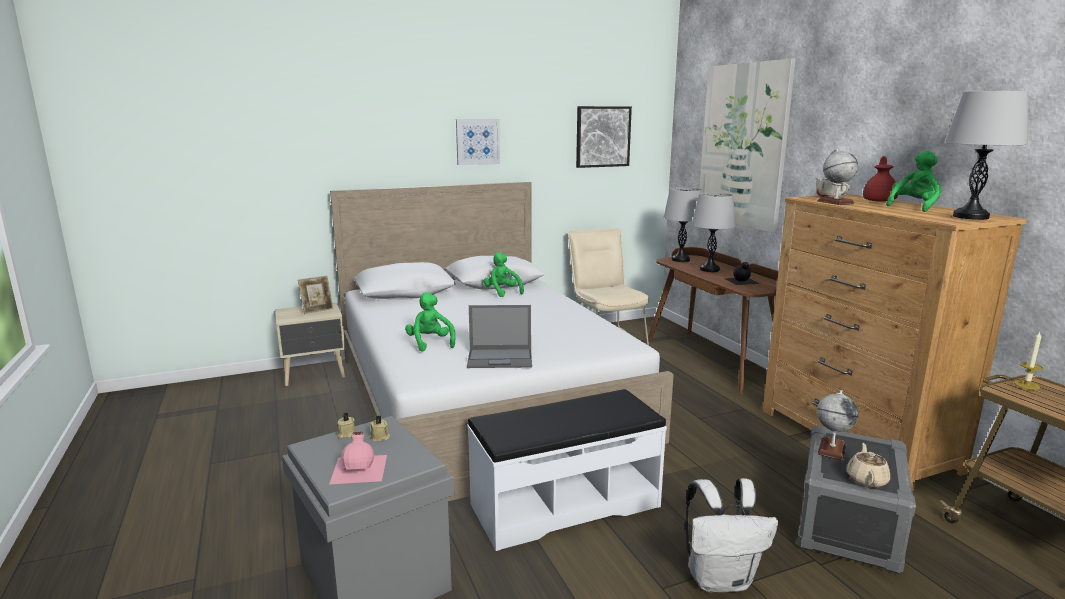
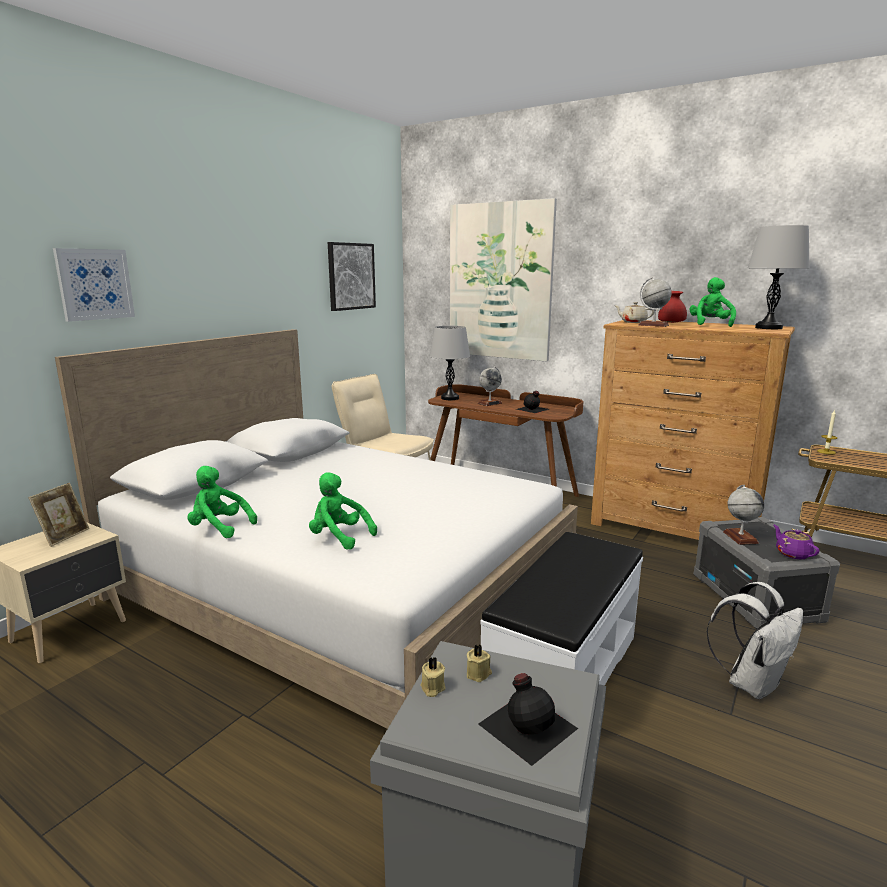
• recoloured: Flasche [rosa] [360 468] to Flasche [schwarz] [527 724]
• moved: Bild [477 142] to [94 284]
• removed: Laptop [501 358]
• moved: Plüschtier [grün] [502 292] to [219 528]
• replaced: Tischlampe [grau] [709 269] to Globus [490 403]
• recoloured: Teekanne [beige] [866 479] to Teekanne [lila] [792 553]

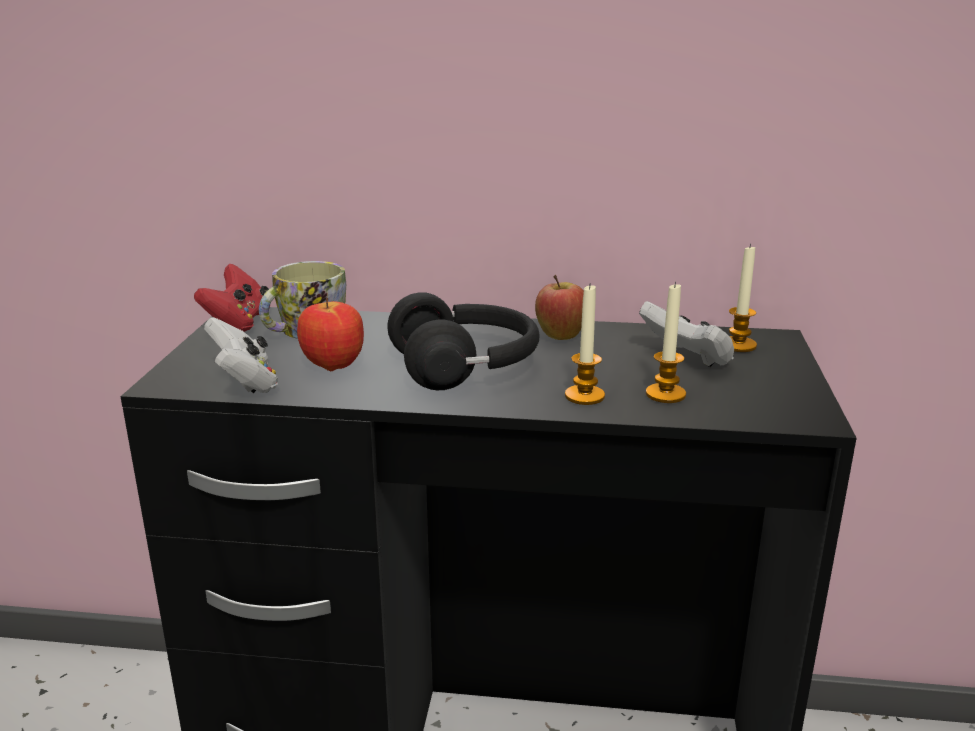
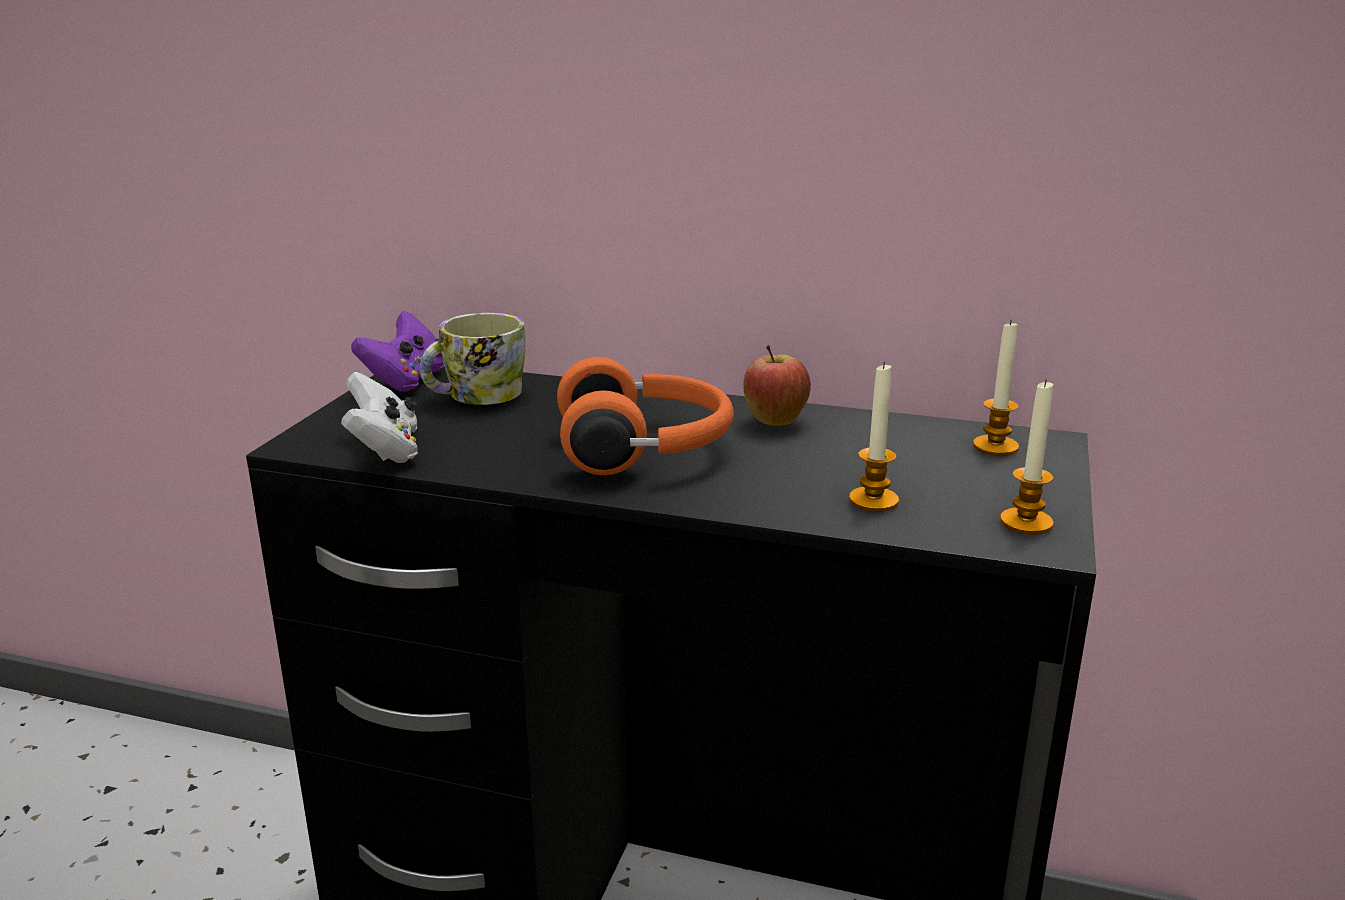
• recoloured: Gamepad [rot] [238 323] to Gamepad [lila] [406 380]
• removed: Apfel [332 367]
• recoloured: Kopfhörer [schwarz] [467 367] to Kopfhörer [orange] [646 450]
• moved: Kerze [584 396] to [1026 523]
• removed: Gamepad [weiß] [687 360]

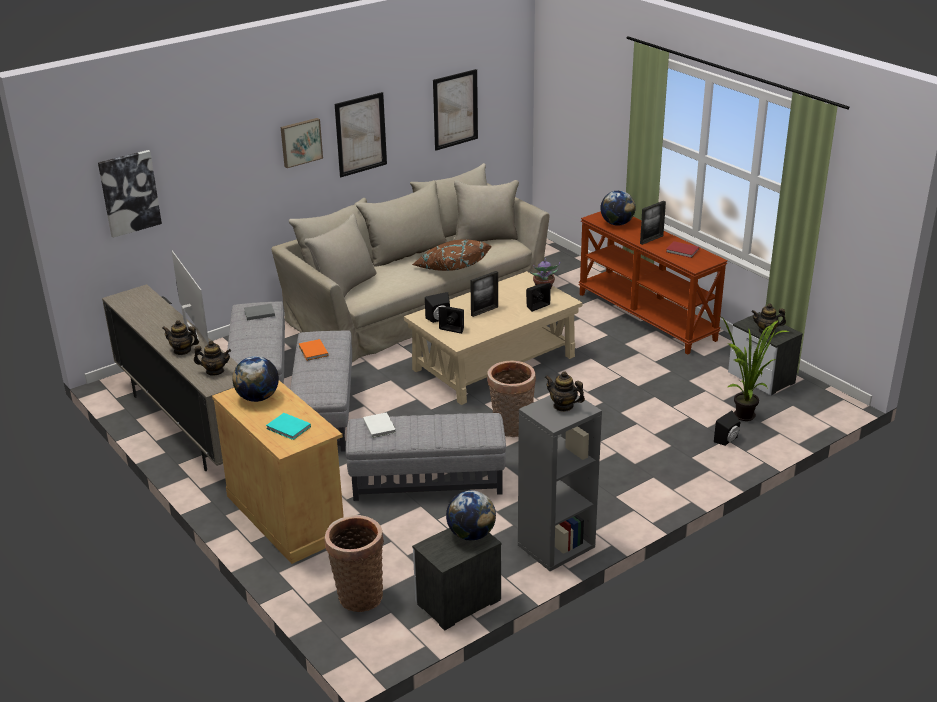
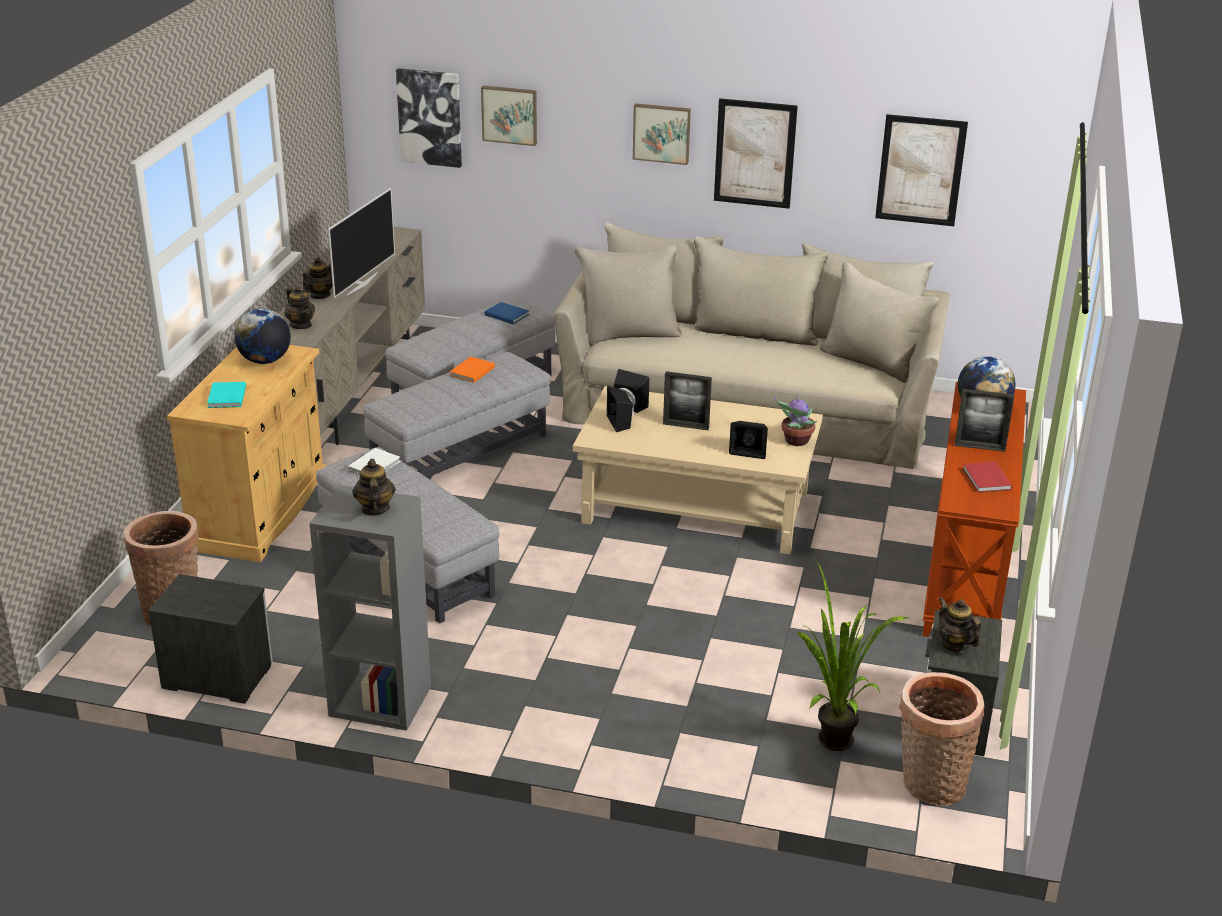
• turned: Teekanne [182 350] = [320 295] 60 degrees clockwise
• recoloured: Buch [grau] [258 313] to Buch [blau] [506 314]
• removed: Kissen [braun] [451 267]
• removed: Globus [471 534]
• moved: Korb [511 428] to [929 784]
• removed: Lautsprecher [schwarz] [727 440]
• added: Bild [510 114]

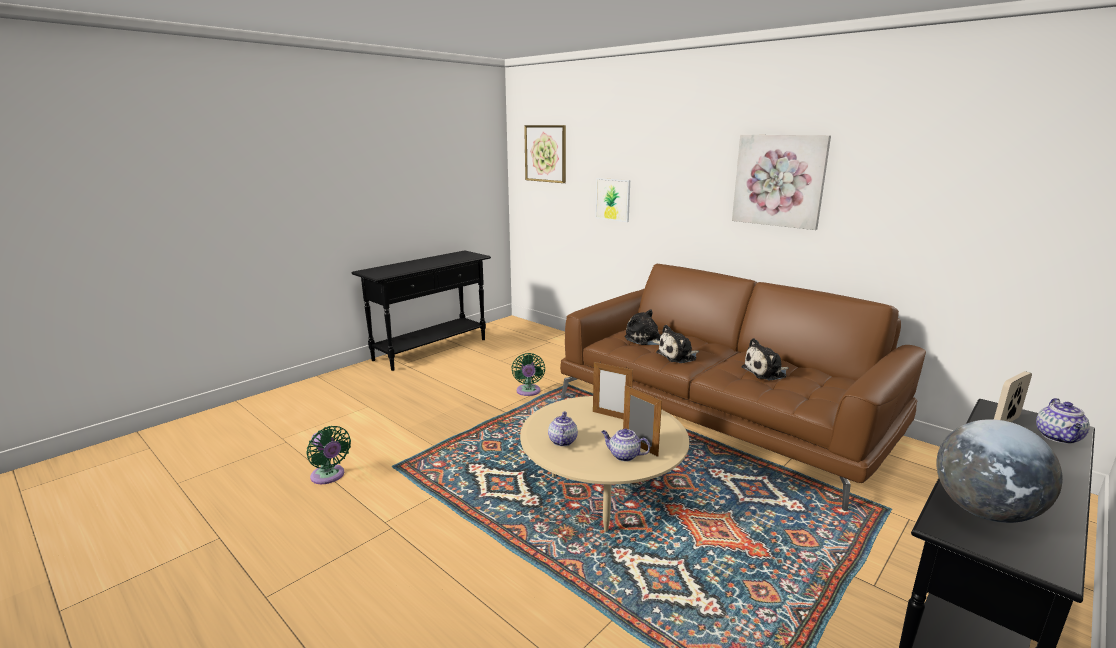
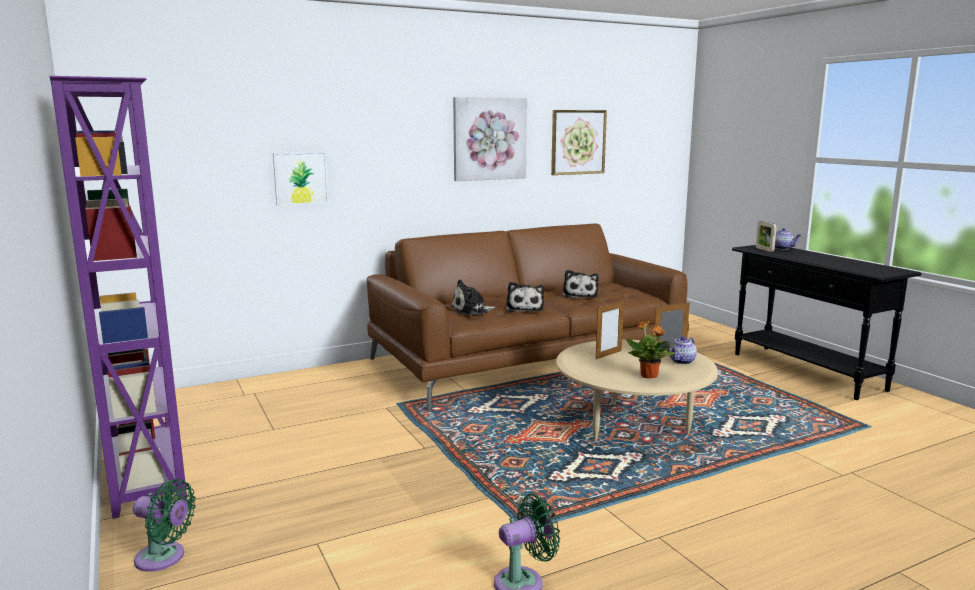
• replaced: Konsolentisch [schwarz] [431 349] to Bücherregal [lila] [149 474]
• moved: Ventilator [grün] [528 392] to [164 558]
• moved: Bild [545 153] to [578 142]
• replaced: Teekanne [562 441] to Topfpflanze [649 376]
• removed: Globus [984 511]

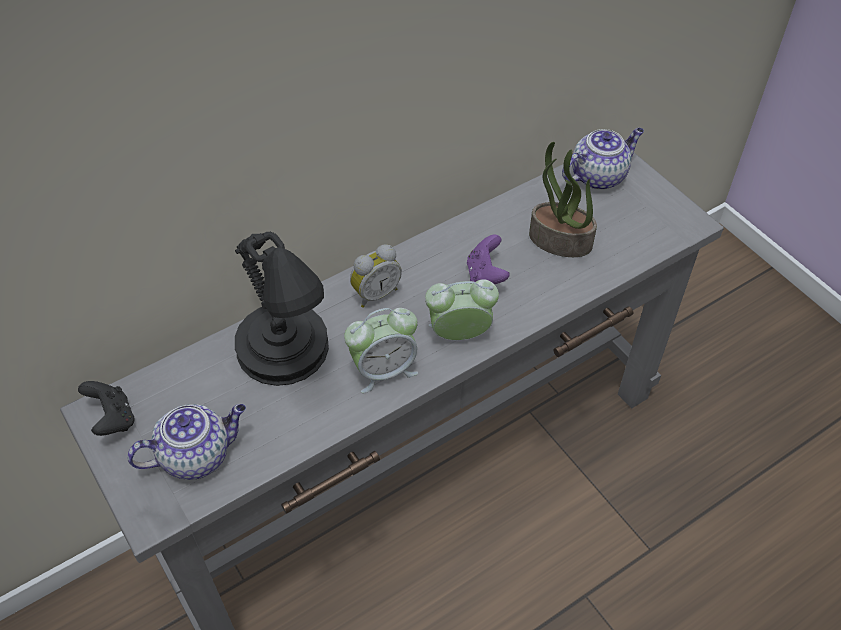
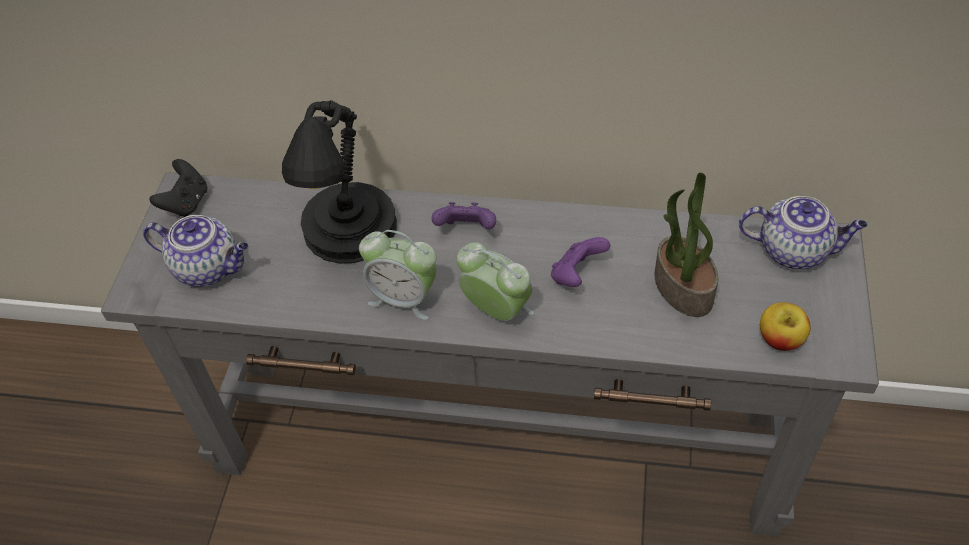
• replaced: Wecker [375 293] to Gamepad [lila] [466 230]
• added: Apfel [780 339]

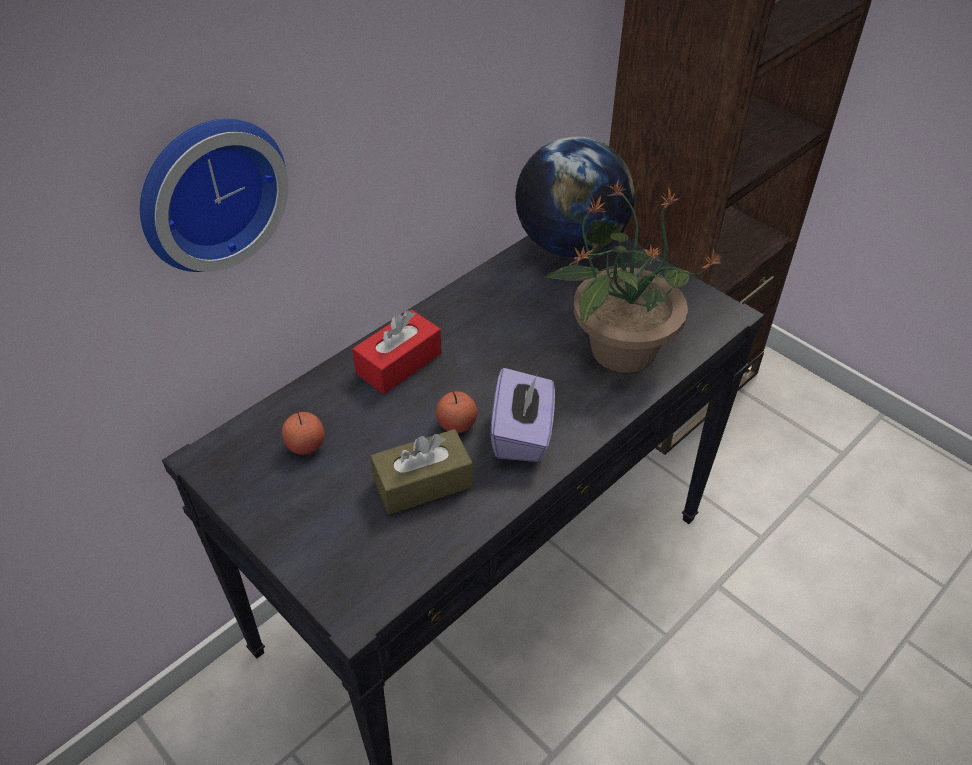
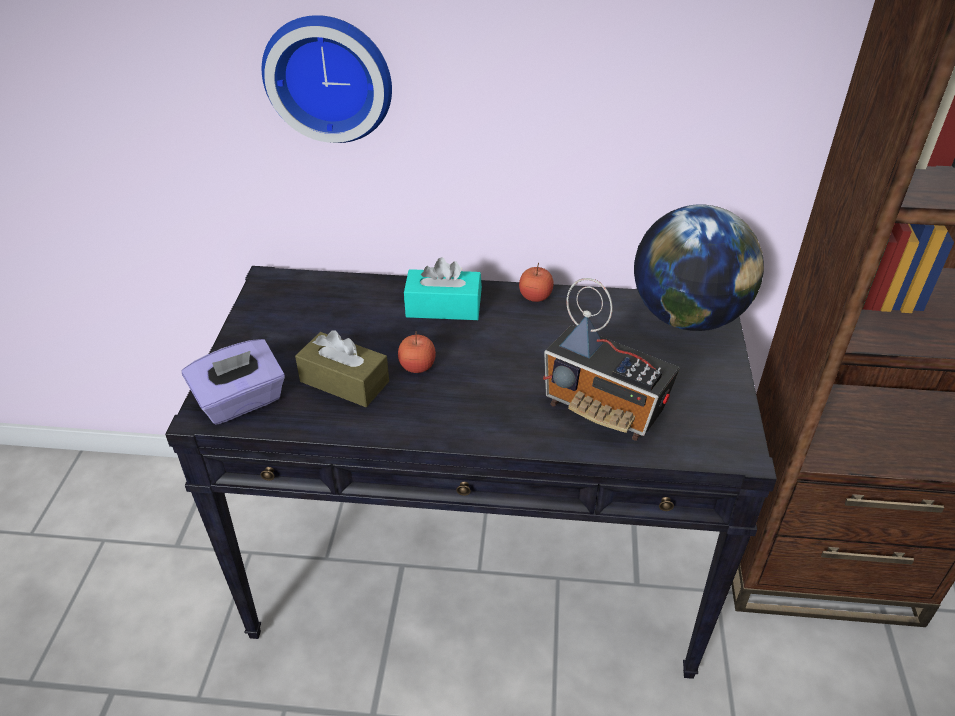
• moved: Apfel [305 445] to [535 296]
• recoloured: Taschentuchbox [rot] [399 363] to Taschentuchbox [türkis] [443 307]
• moved: Taschentuchbox [lila] [522 434] to [241 401]
• replaced: Topfpflanze [620 349] to Radio [604 409]

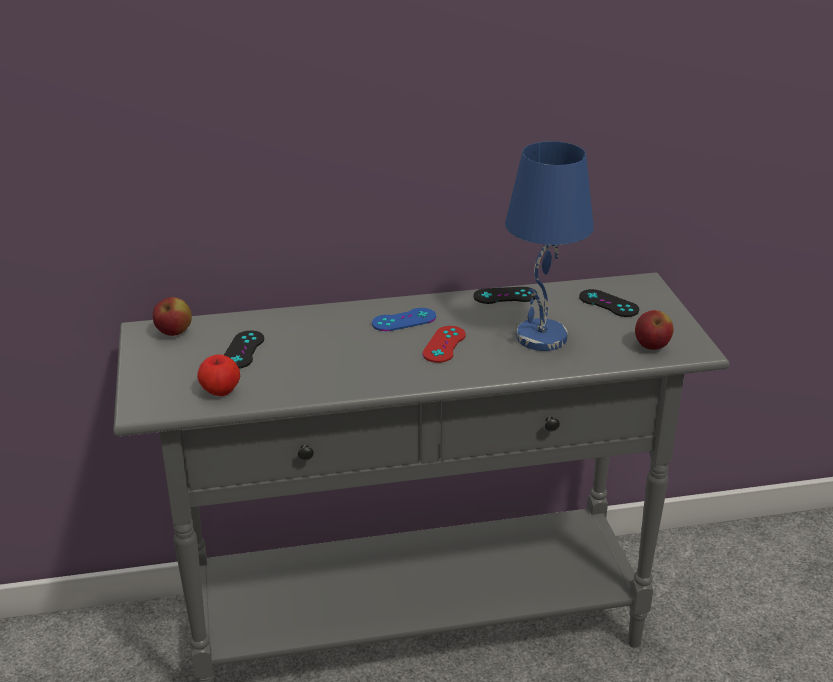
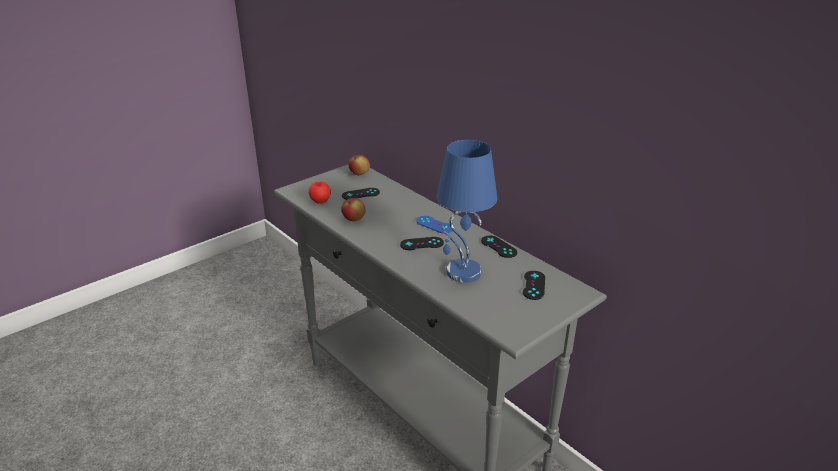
• recoloured: Gamepad [rot] [444 344] to Gamepad [schwarz] [421 244]
• moved: Apfel [651 347] to [354 219]

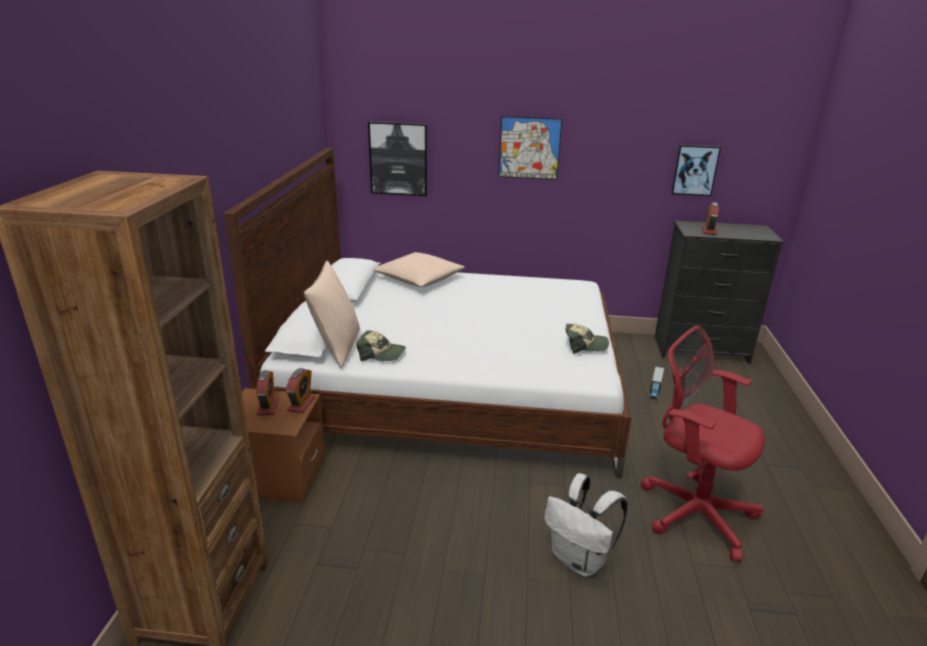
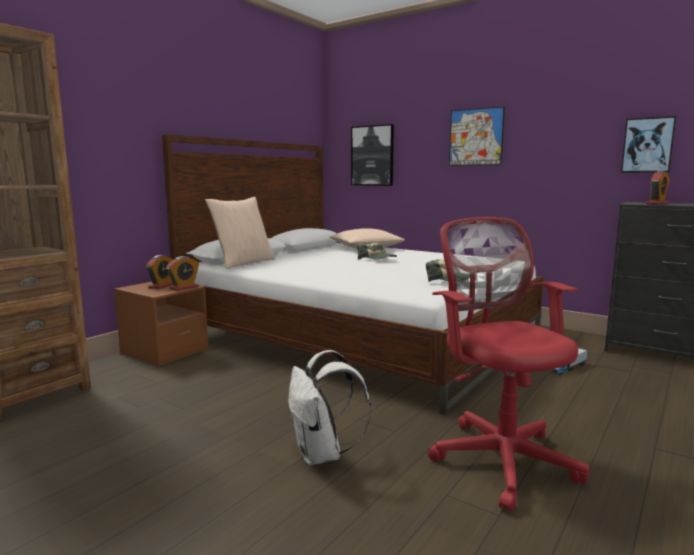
• moved: Kappe [381 354] to [377 259]

